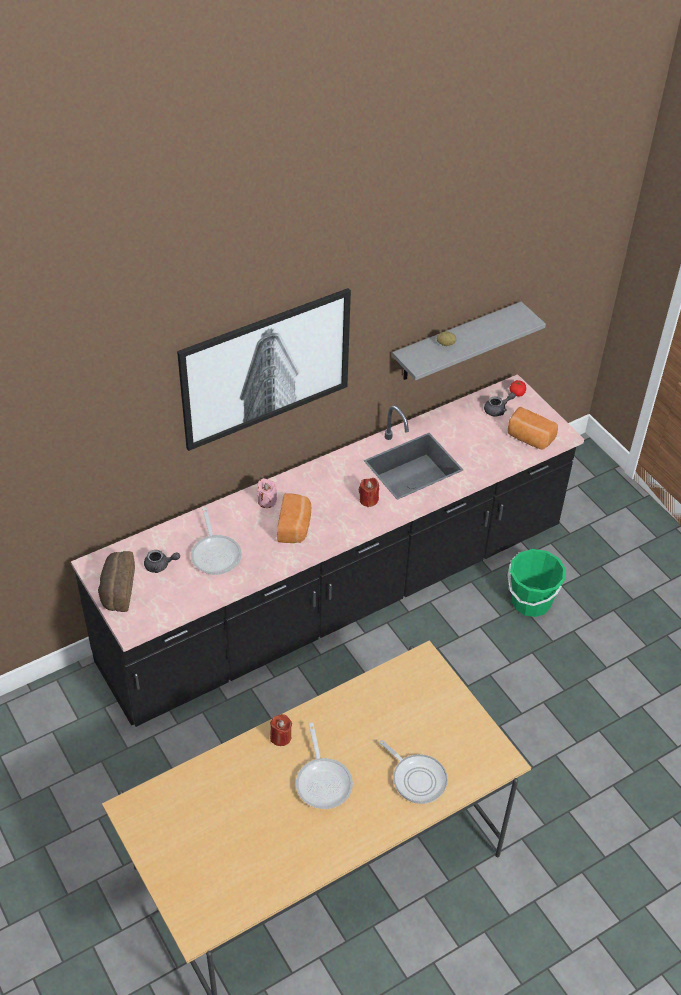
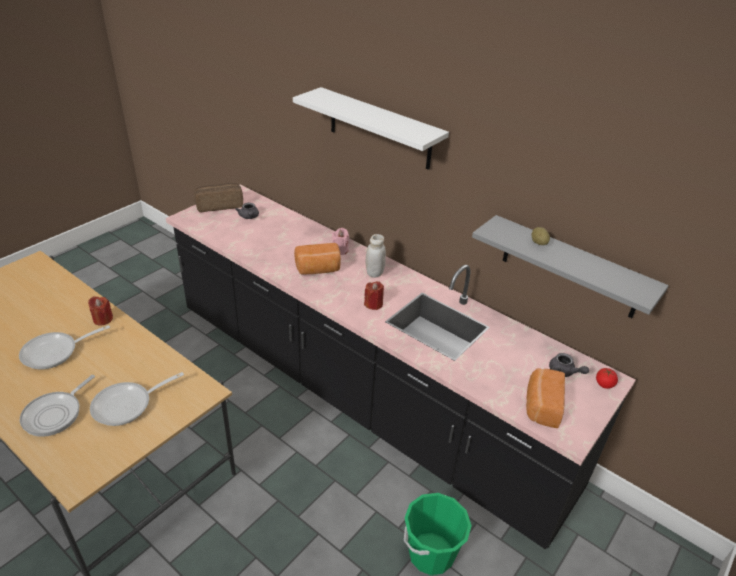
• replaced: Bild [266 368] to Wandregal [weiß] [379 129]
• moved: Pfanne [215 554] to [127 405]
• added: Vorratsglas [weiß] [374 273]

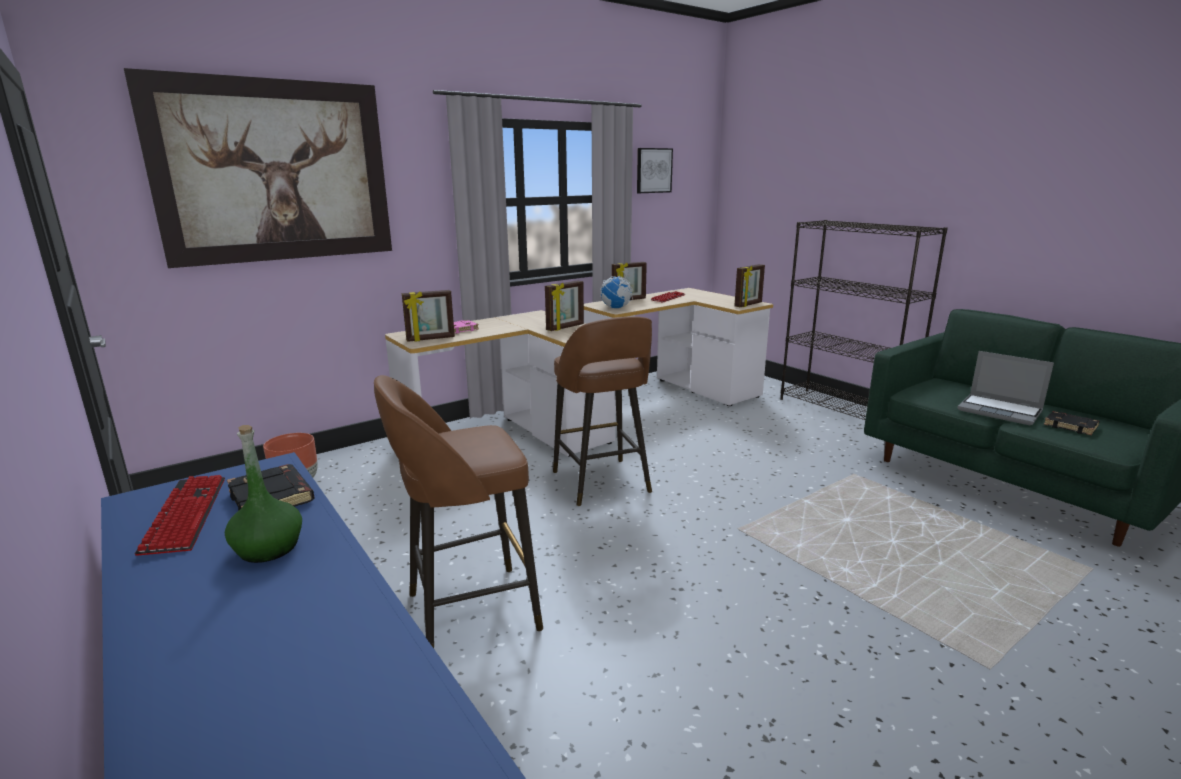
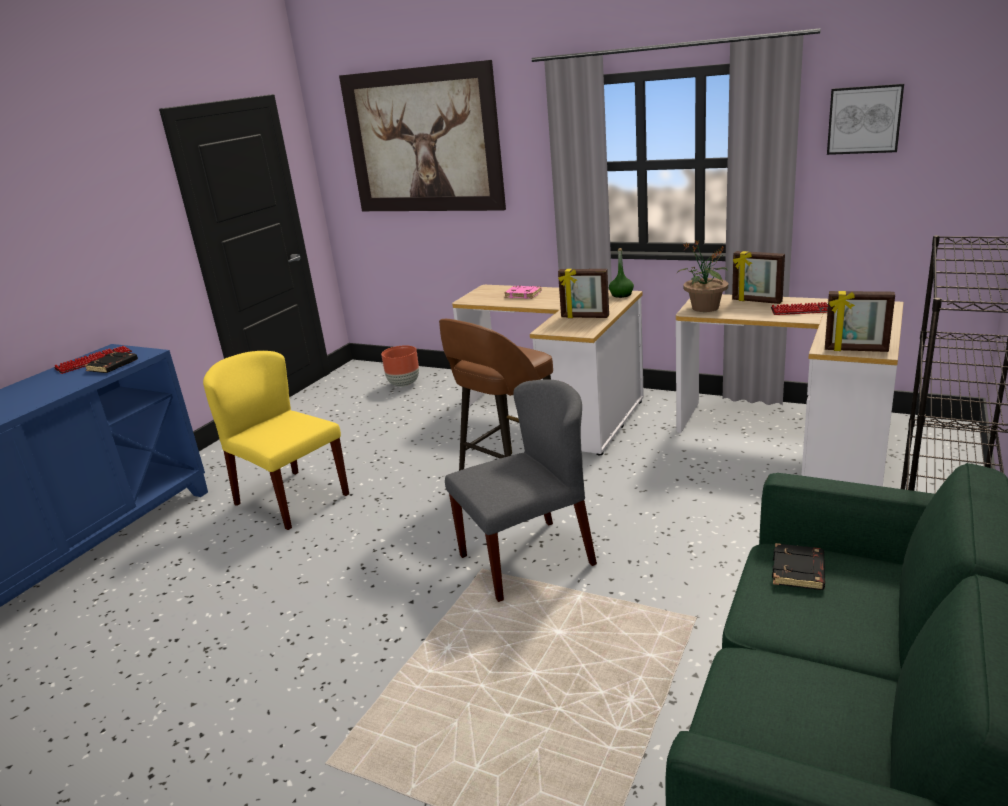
• moved: Flasche [grün] [269 548] to [621 295]
• replaced: Hocker [braun] [468 612] to Stuhl [gelb] [291 499]
• removed: Bilderrahmen [430 339]
• replaced: Globus [616 308] to Topfpflanze [704 308]
• removed: Laptop [1000 411]
• moved: Buch [schwarz] [1071 426] to [799 571]
• added: Stuhl [grau] [527 559]

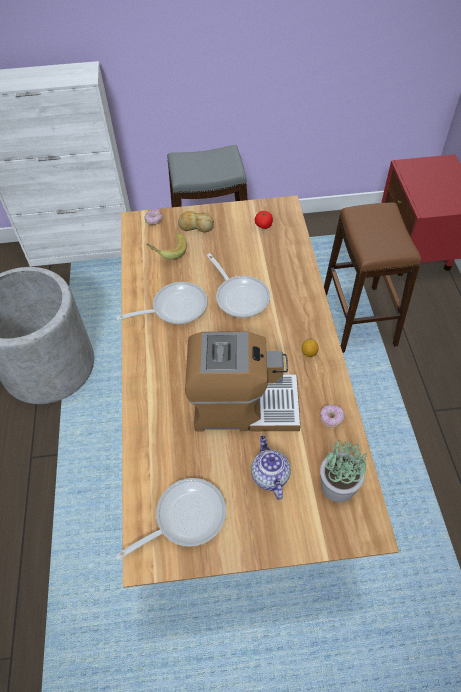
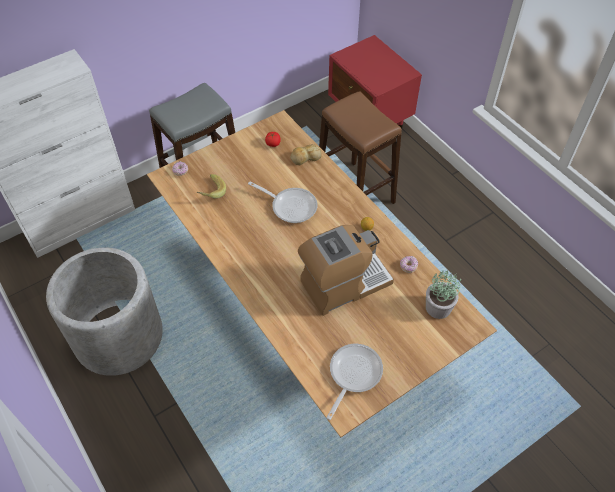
• removed: Pfanne [174 307]
• moved: Brot [196 226] to [305 158]
• removed: Teekanne [269 475]

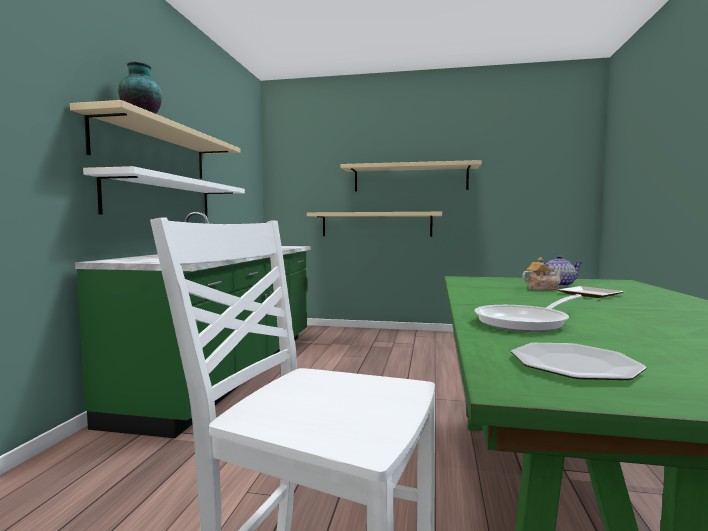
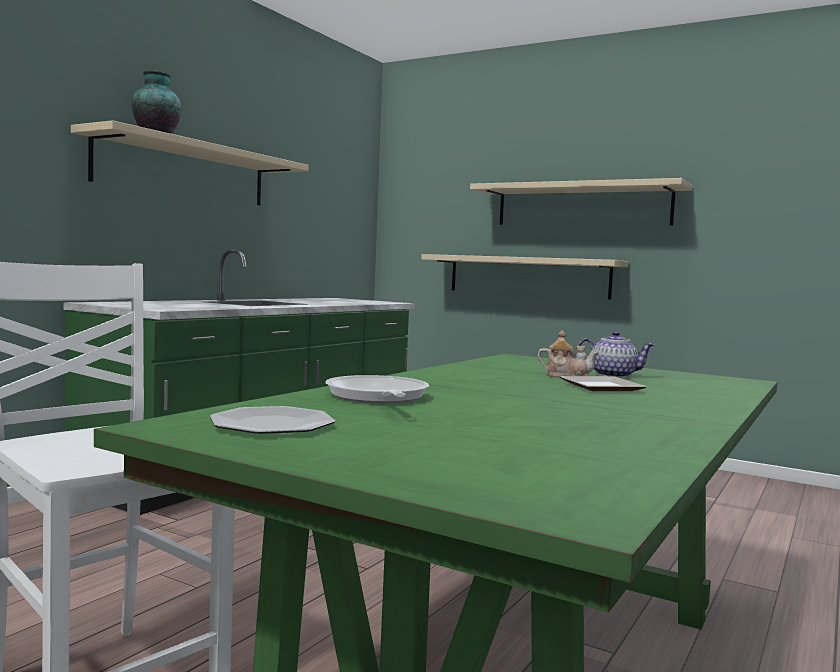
• removed: Wandregal [weiß] [162 199]
• turned: Pfanne [526 322] = [377 398] 90 degrees clockwise

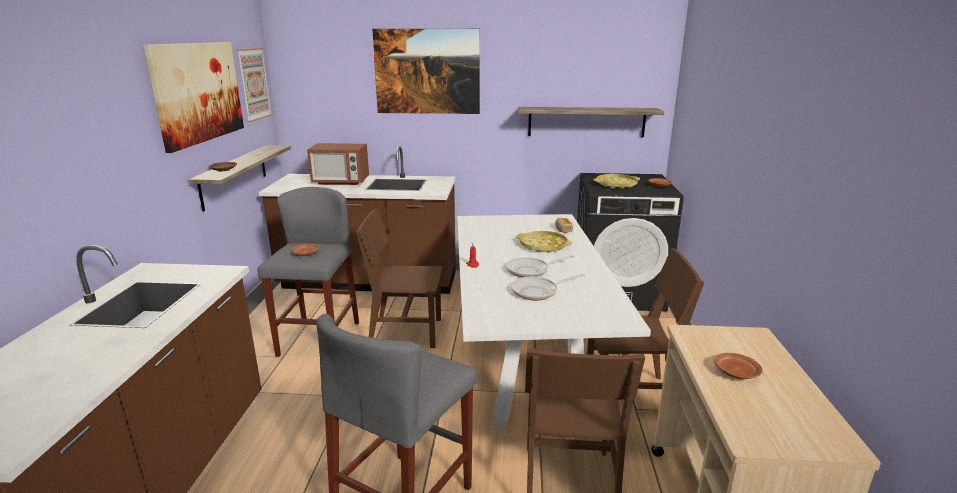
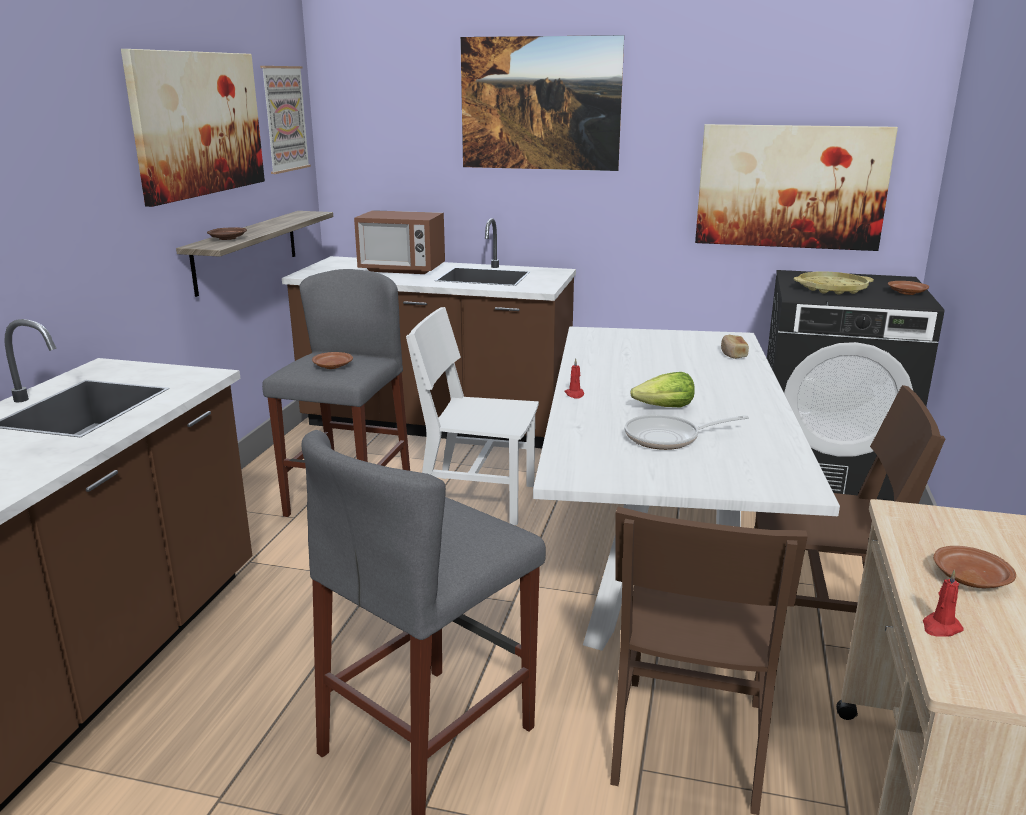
• recoloured: Stuhl [braun] [405 332] to Stuhl [weiß] [477 499]
• replaced: Pfanne [531 270] to Salatkopf [665 408]
• removed: Tablett [gelb] [543 245]
• replaced: Wandregal [586 122] to Bild [791 187]
• added: Kerze [rot] [940 627]

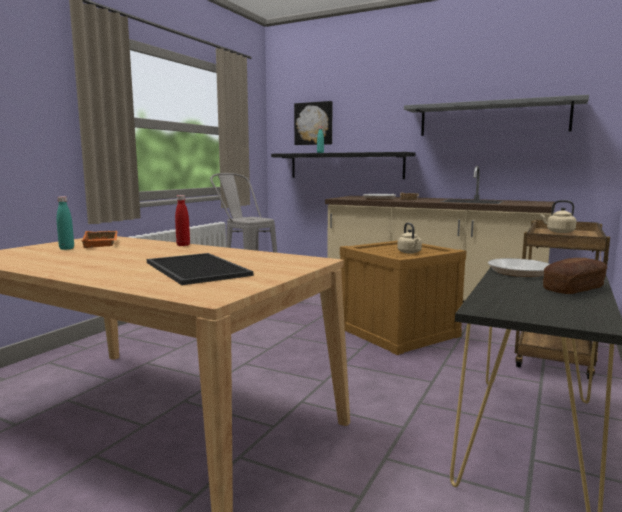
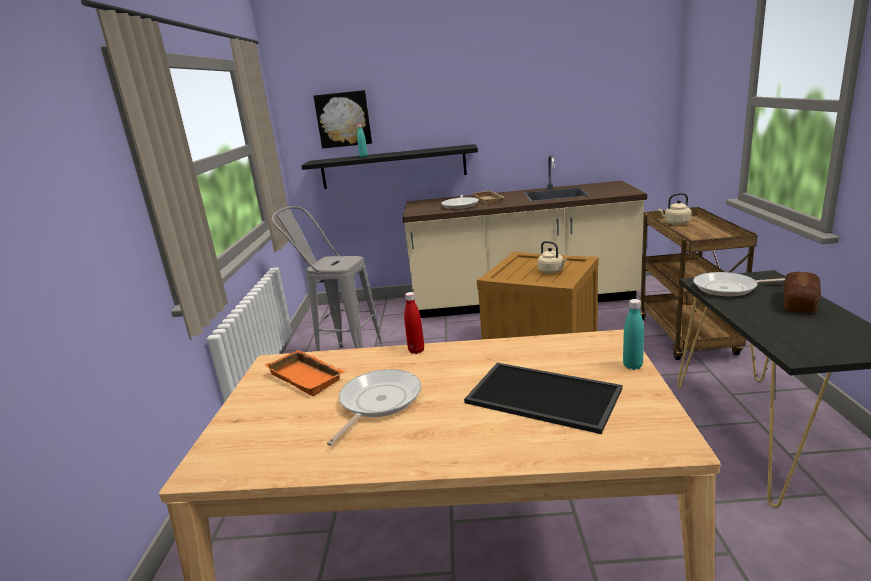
• moved: Flasche [türkis] [66 248] to [632 366]
• removed: Wandregal [grau] [492 119]
• added: Pfanne [377 402]

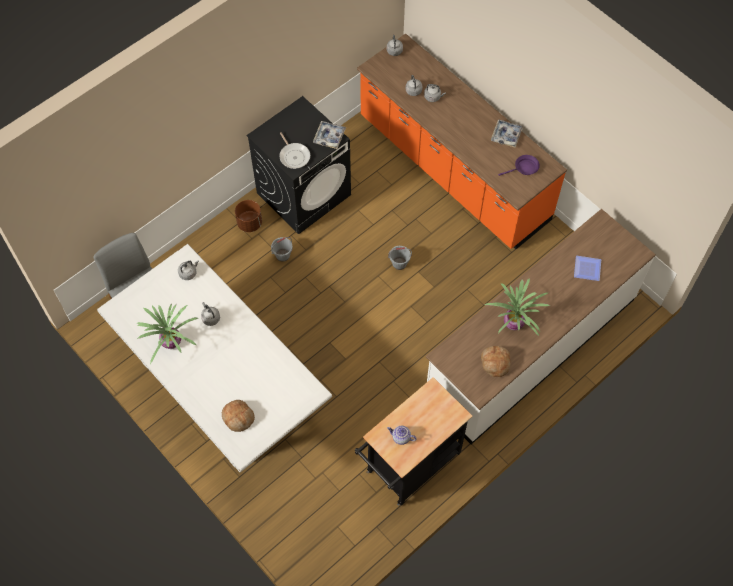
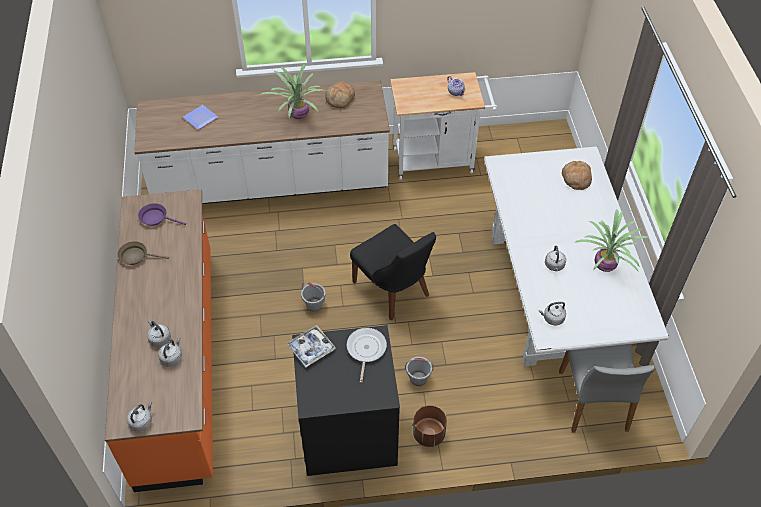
• recoloured: Rollwagen [schwarz] [409 467] to Rollwagen [weiß] [438 159]
• replaced: Tablett [506 135] to Pfanne [braun] [136 256]
• added: Stuhl [schwarz] [393 290]

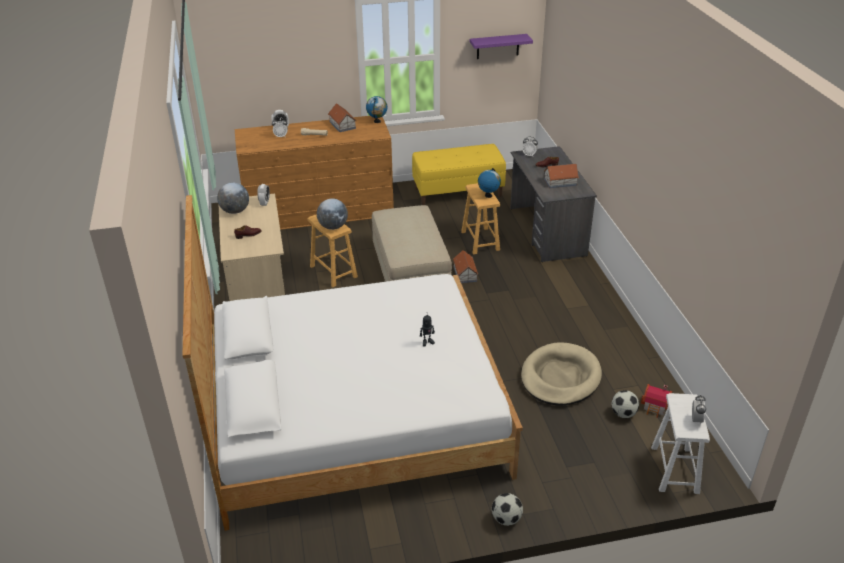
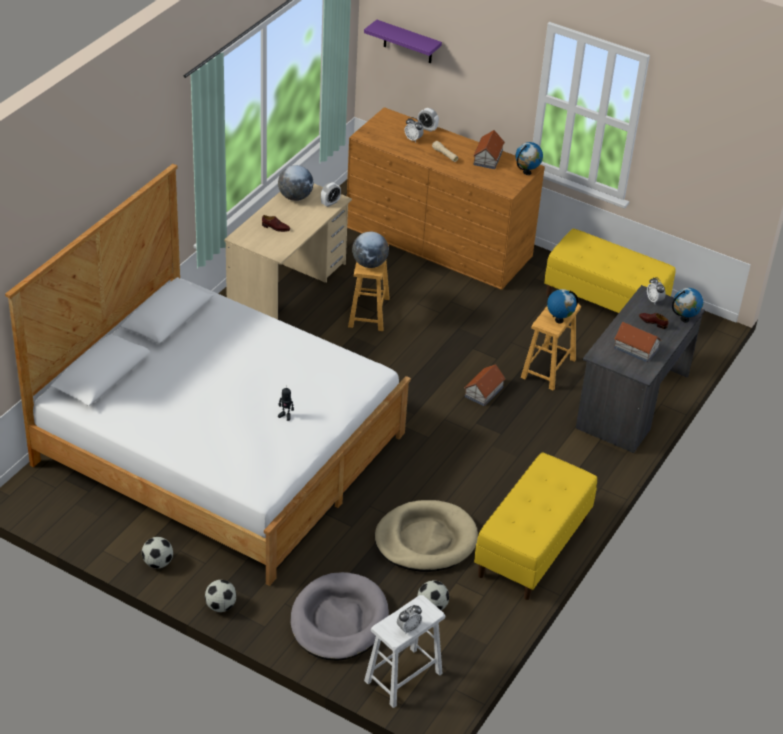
• removed: Polsterhocker [beige] [410 268]
• moved: Wandregal [lila] [498 46] to [408 42]
• removed: Spielzeughaus [655 407]
• added: Fußball [158 562]
• added: Hundebett [grau] [339 620]
• added: Bank [gelb] [533 548]
• added: Globus [684 319]

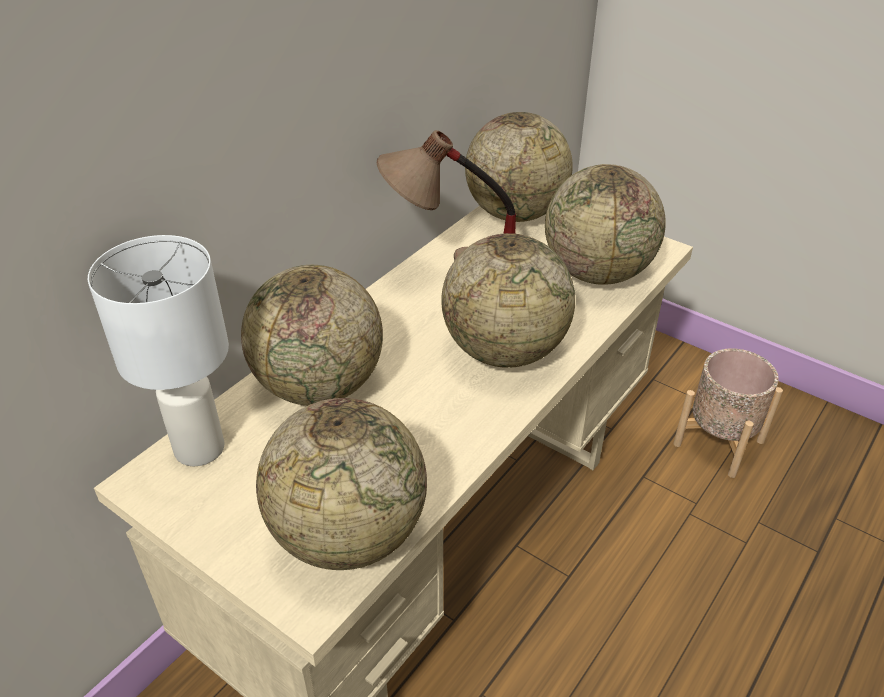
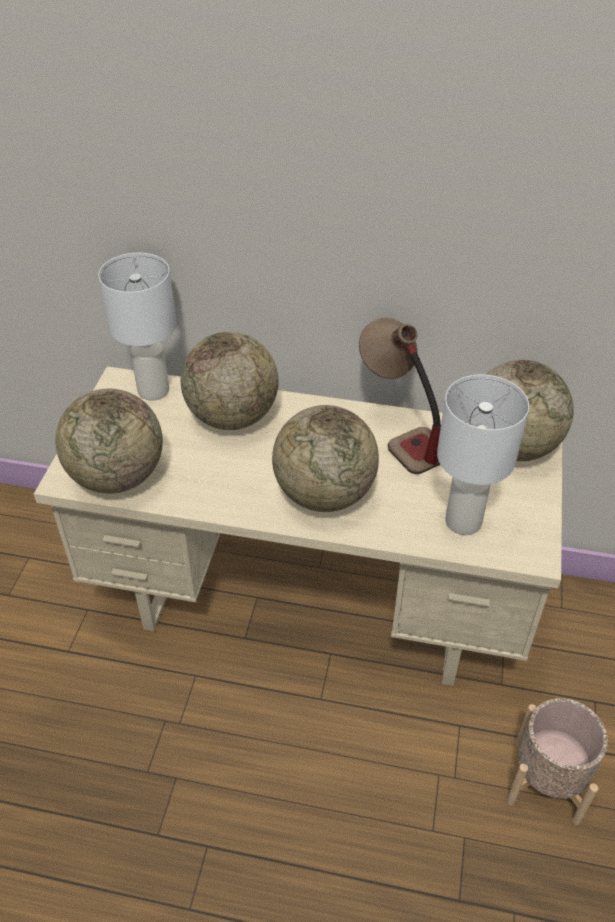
• replaced: Globus [597 272] to Tischlampe [weiß] [464 521]

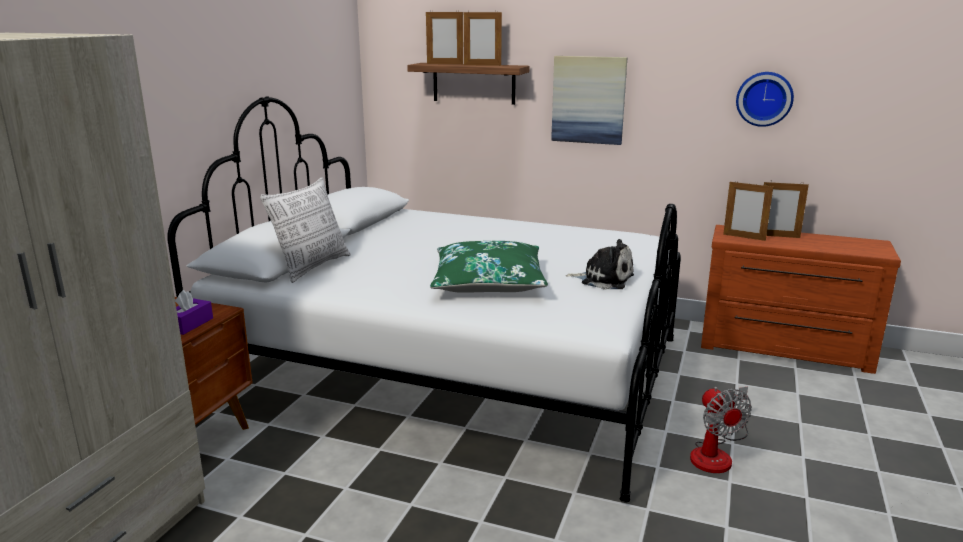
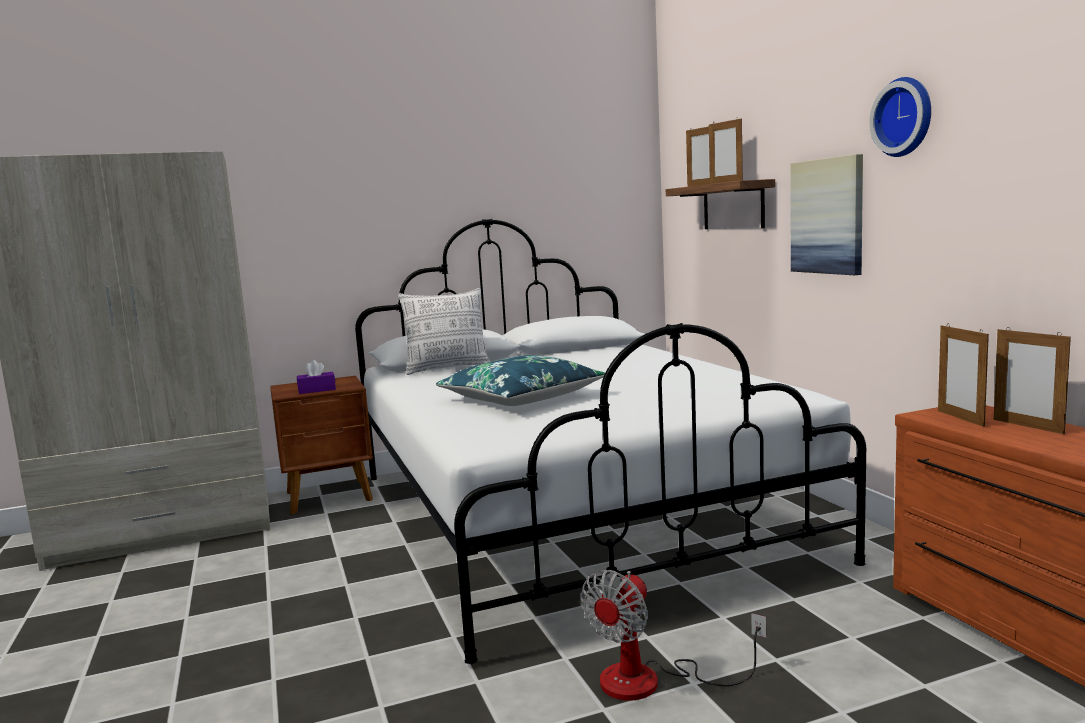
• recoloured: Kissen [grün] [488 282] to Kissen [blau] [521 398]
• removed: Plüschtier [603 279]
• moved: Wanduhr [764 98] to [905 117]

